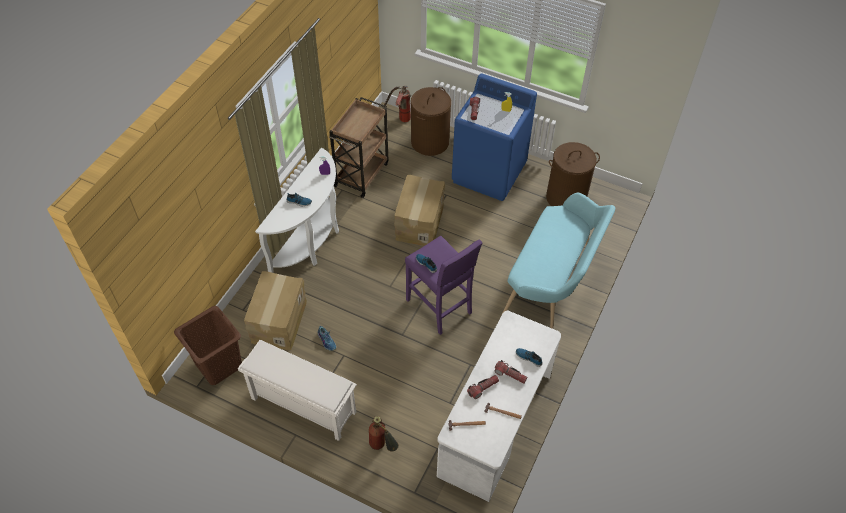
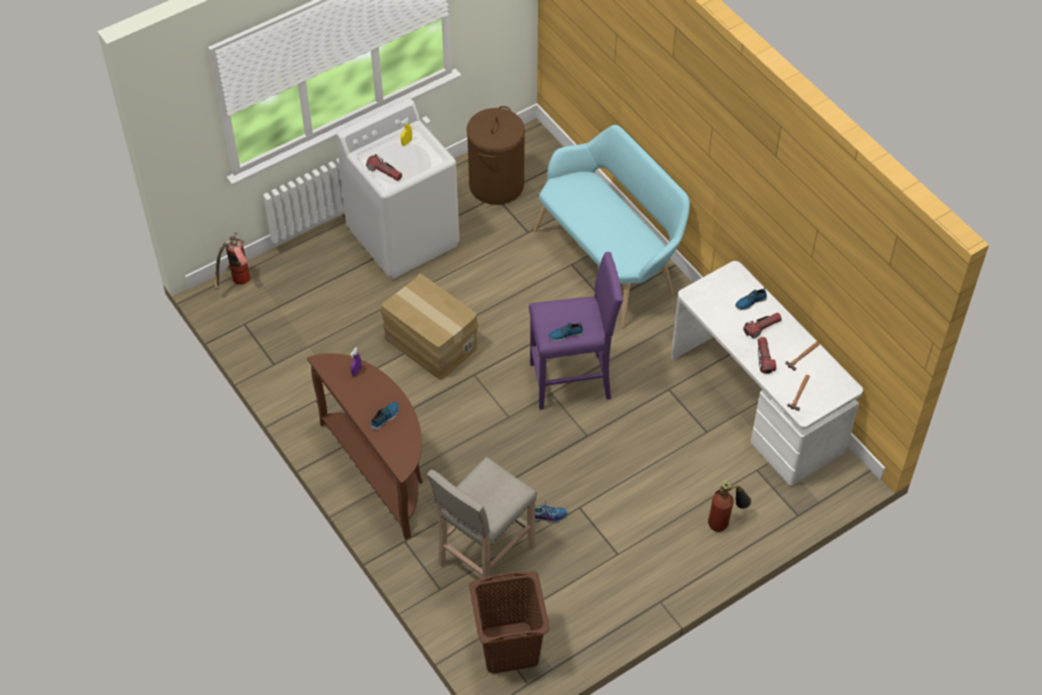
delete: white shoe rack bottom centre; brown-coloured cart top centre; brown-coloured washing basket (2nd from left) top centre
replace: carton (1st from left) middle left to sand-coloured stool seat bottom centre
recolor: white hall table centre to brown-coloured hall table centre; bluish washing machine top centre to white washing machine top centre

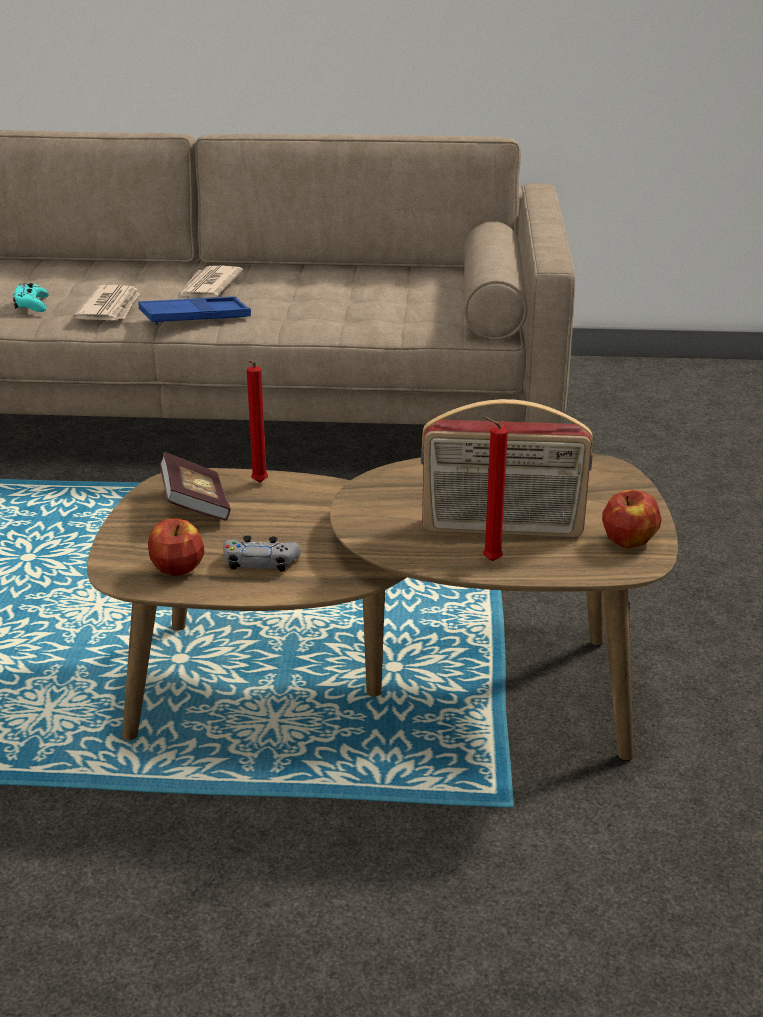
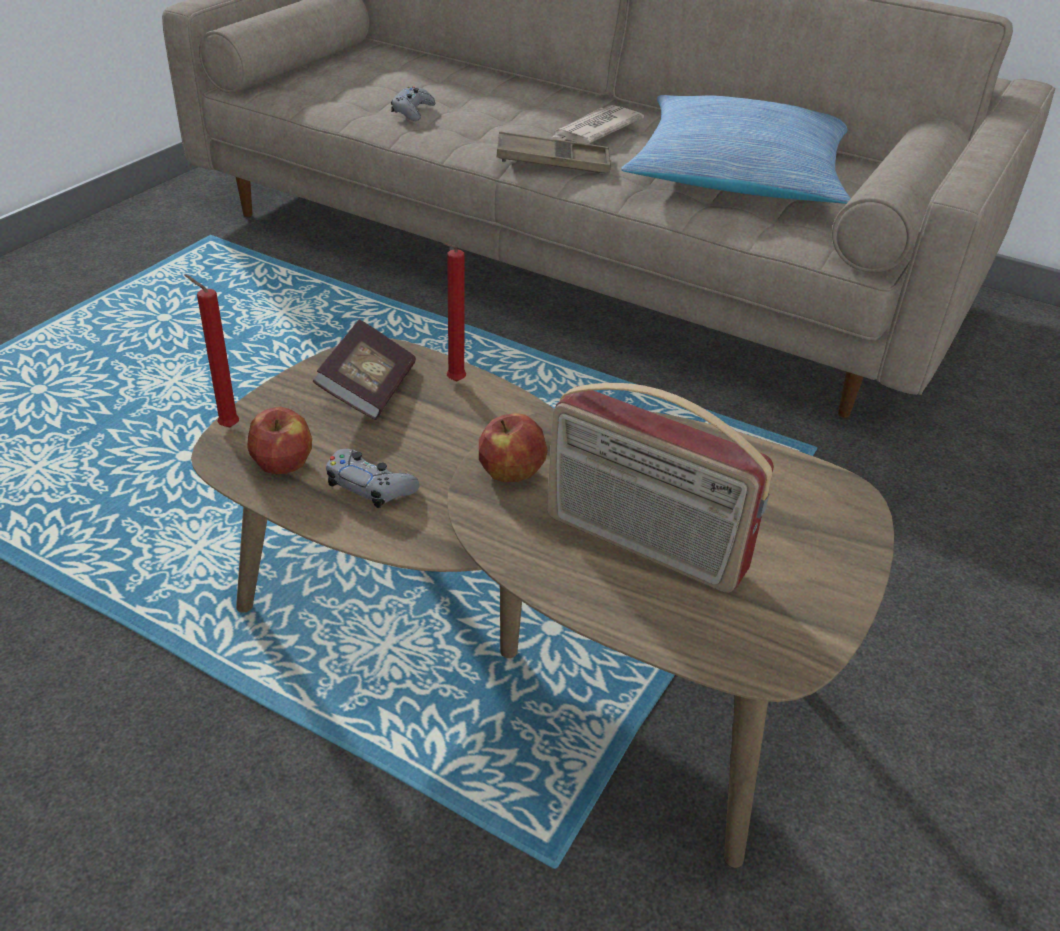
delete: daily paper (1st from left) top left
insert: cushion top right
move: red-coloured candle (2nd from left in the first image) centre to red-coloured candle (1st from left) middle left; apple fruit (2nd from left) middle right to centre
recolor: turquoise-coloured game controller top left to gray game controller (2nd from left) top centre; bluish carrying tray top left to brown-coloured carrying tray top centre

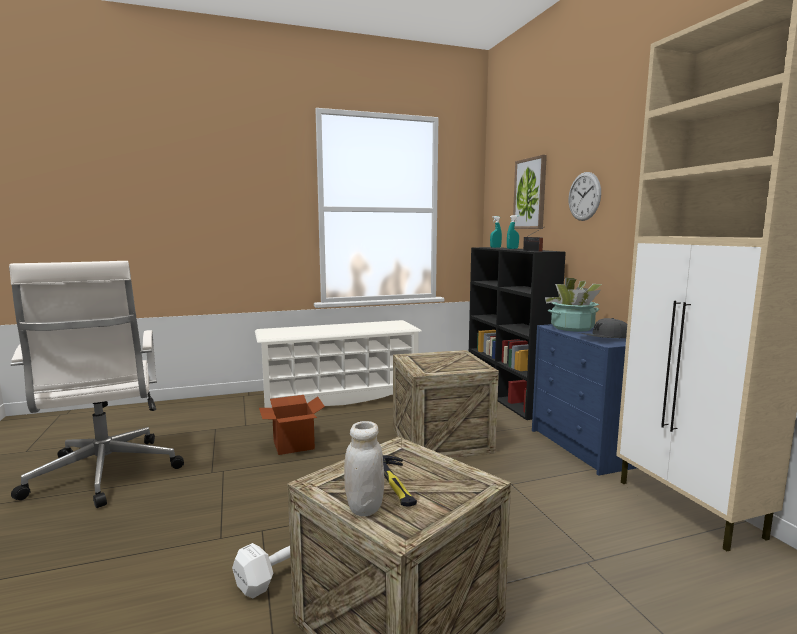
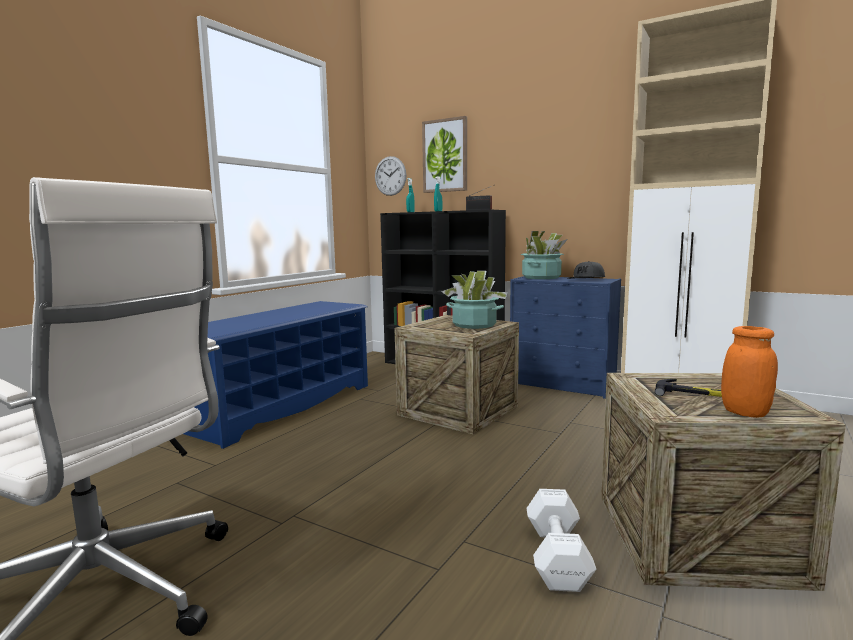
delete: carton bottom centre
insert: plant in a pot (1st from left) centre
move: hanging clock top right to top centre
recolor: white shoe rack centre to bluish shoe rack middle left; white storage jar bottom centre to orange storage jar middle right

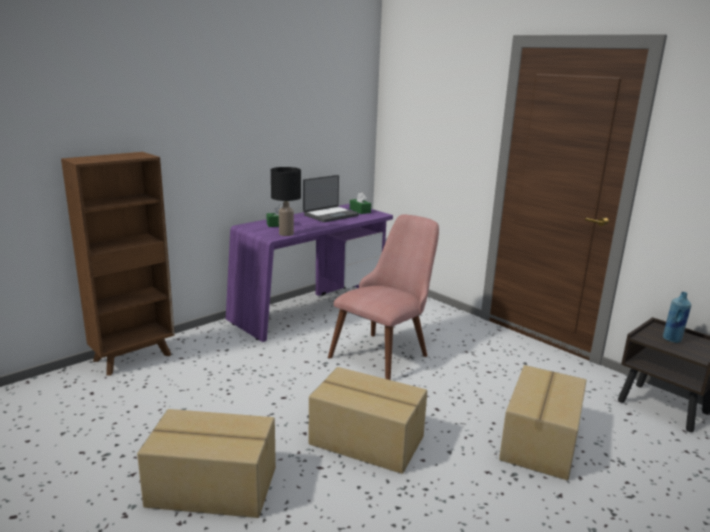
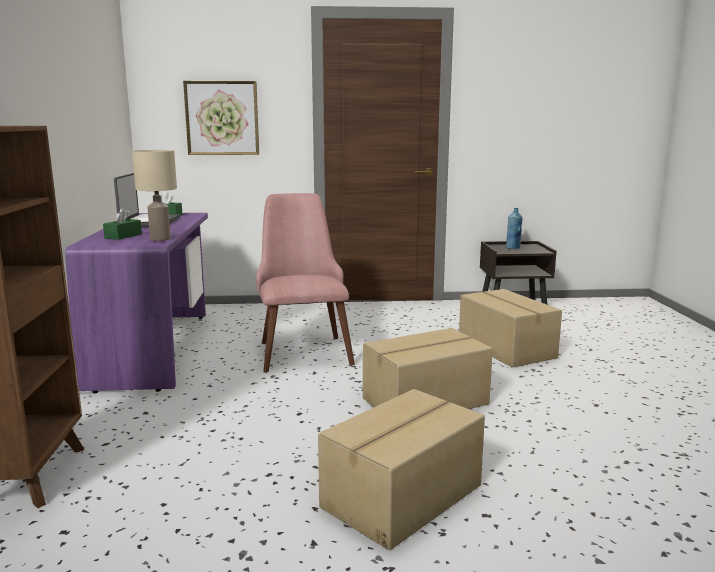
insert: wall picture top left
recolor: blackish tabletop lamp centre to sand-coloured tabletop lamp middle left

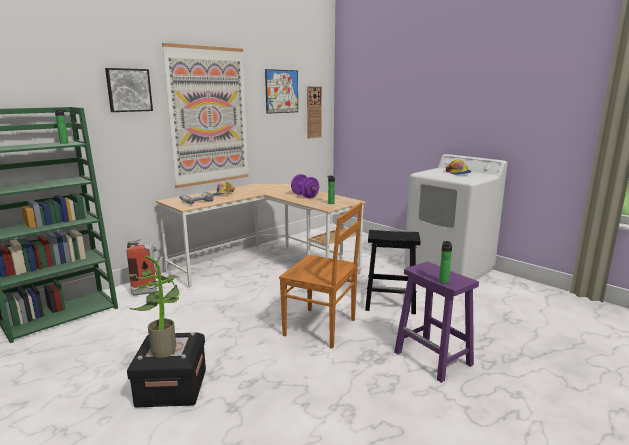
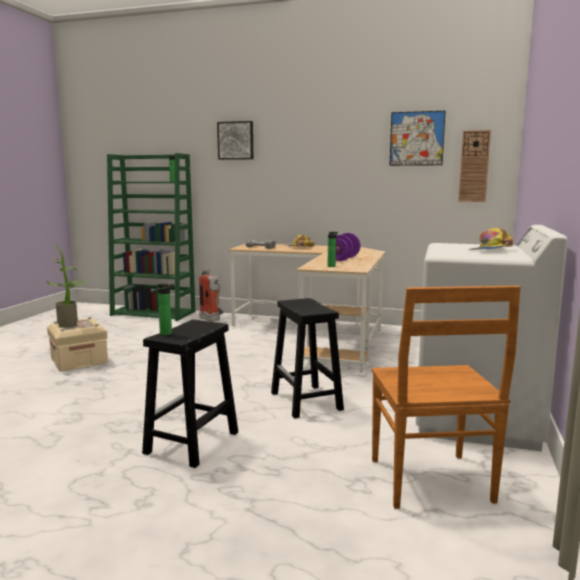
delete: wall picture (2nd from left) top left
move: brown-coloured plain chair centre to bottom right
recolor: blackish storage bin bottom left to sand-coloured storage bin middle left; purplish stool seat bottom right to blackish stool seat (1st from left) bottom left

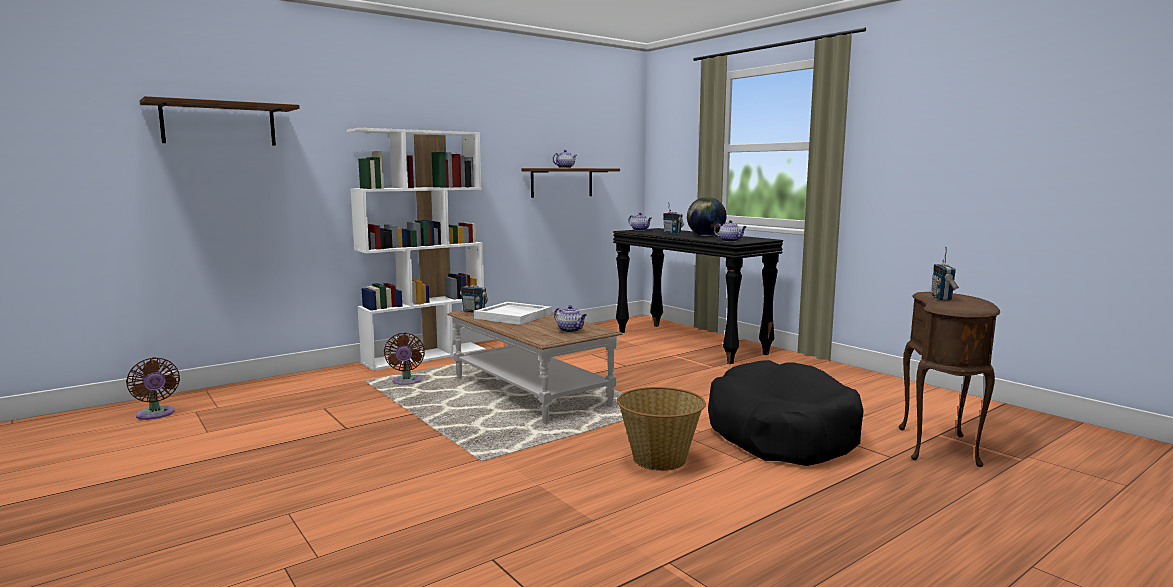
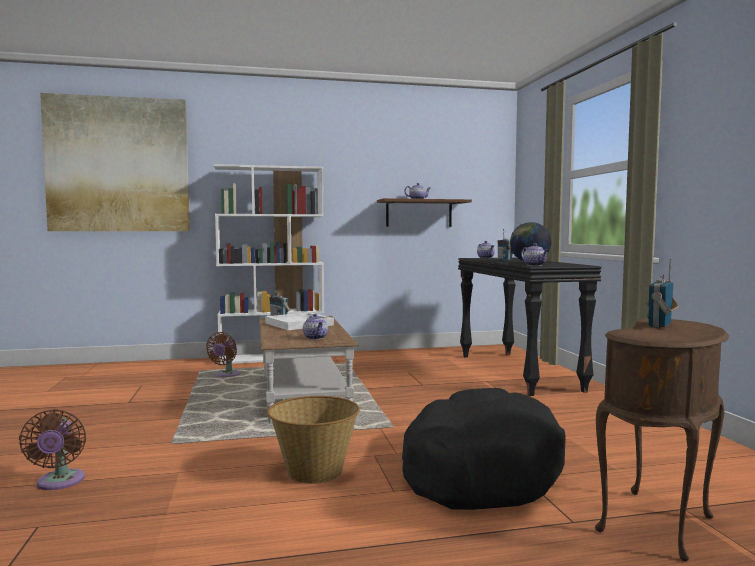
move: brown-coloured cooling fan (1st from left) middle left to bottom left
replace: brown-coloured bracket shelf (1st from left) top left to wall picture top left

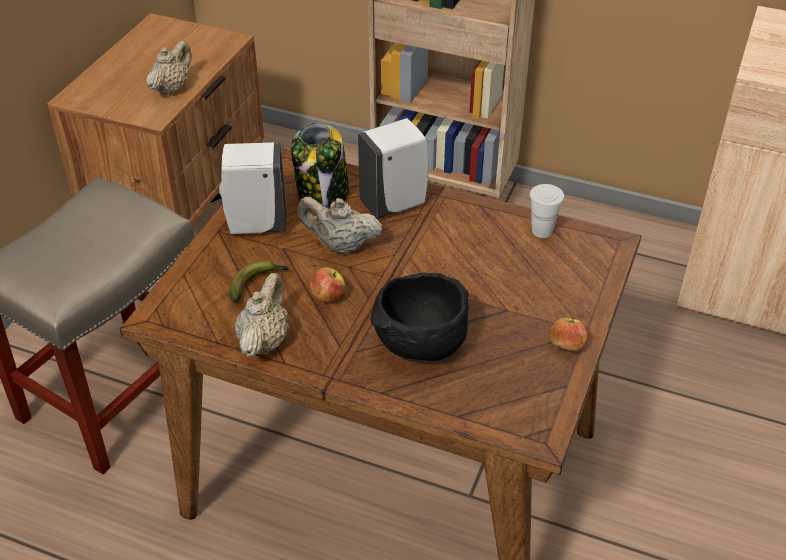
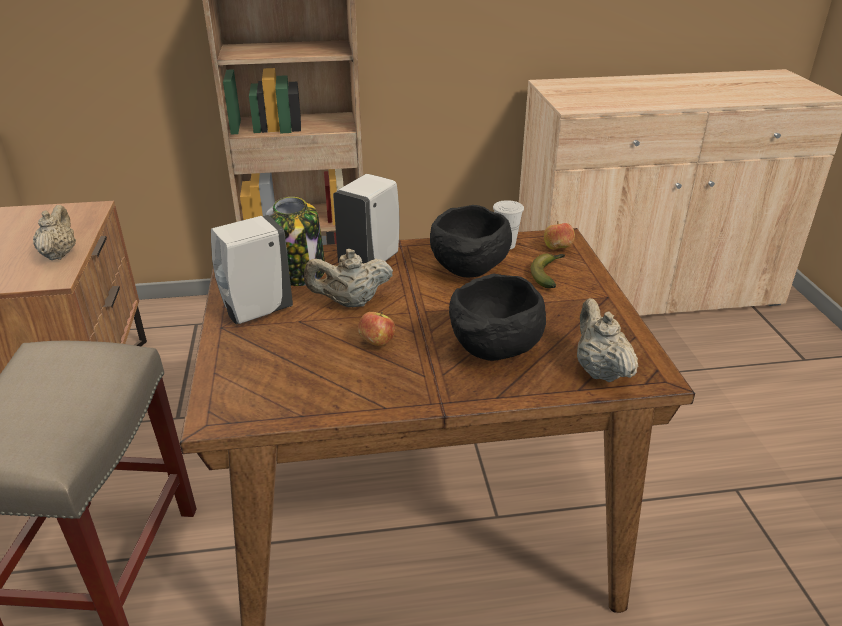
insert: blackish bowl (1st from left) centre
move: banana middle left to centre; sand-coloured tea pot (2nd from left in the first image) centre to sand-coloured tea pot (3rd from left) middle right; apple fruit (2nd from left) middle right to centre

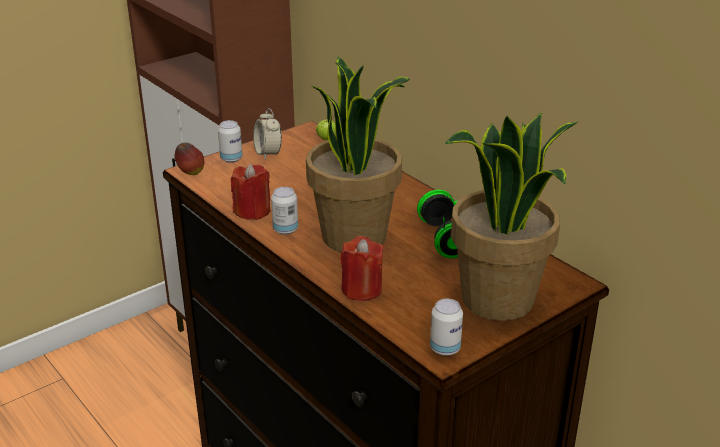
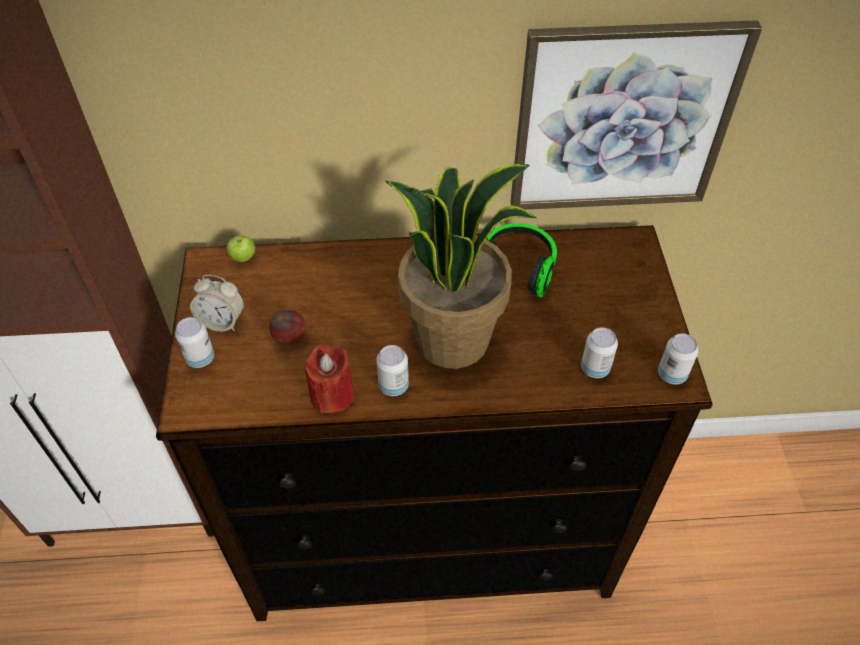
delete: red-coloured candle (2nd from left) centre; plant in a pot (2nd from left) middle right
insert: wall picture top right; metal can (3rd from left) middle right
move: apple fruit (1st from left in the first image) middle left to apple fruit (2nd from left) centre

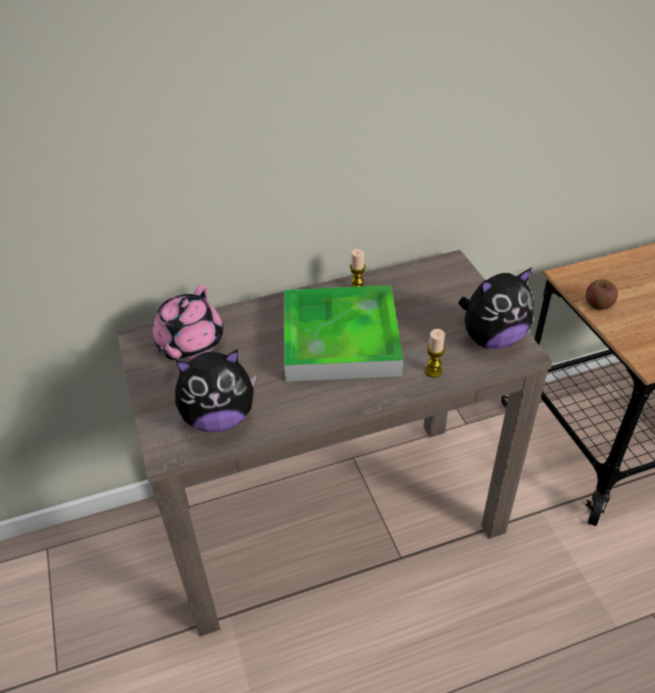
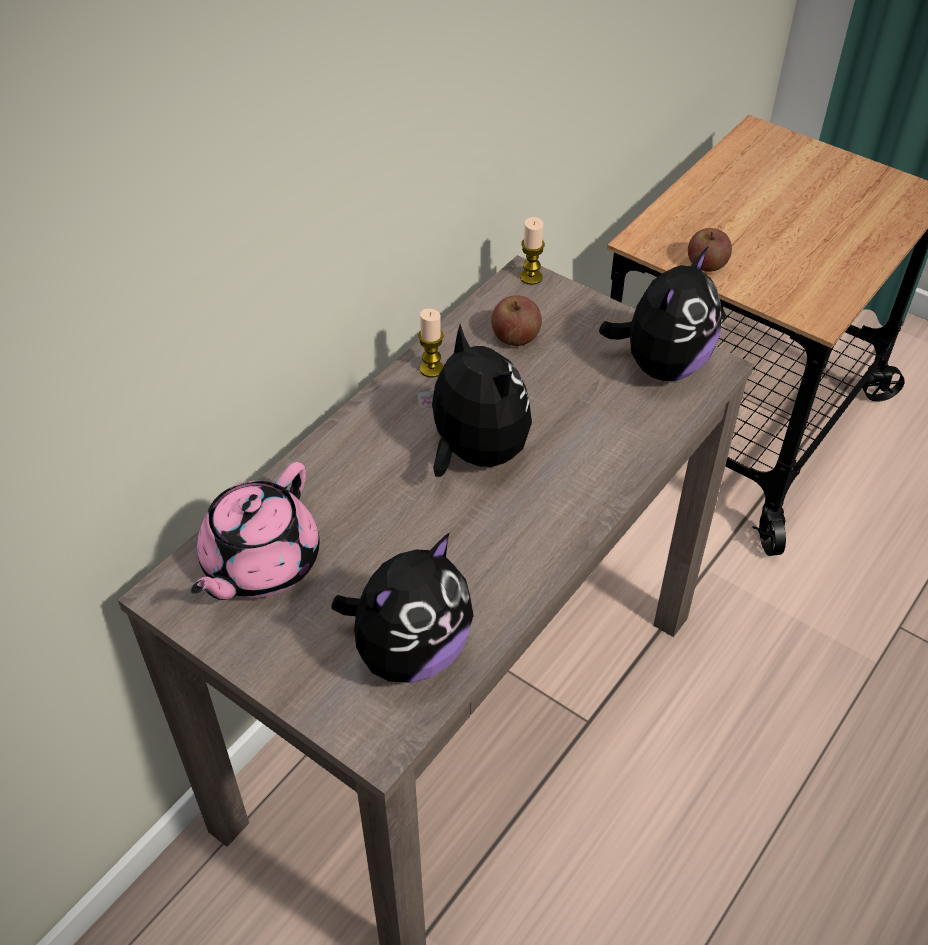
insert: apple fruit (1st from left) centre
move: candle (2nd from left) centre to top centre
replace: carrying tray centre to cuddly toy (2nd from left) centre
rotate: pink tea pot middle left = middle left 45 degrees clockwise

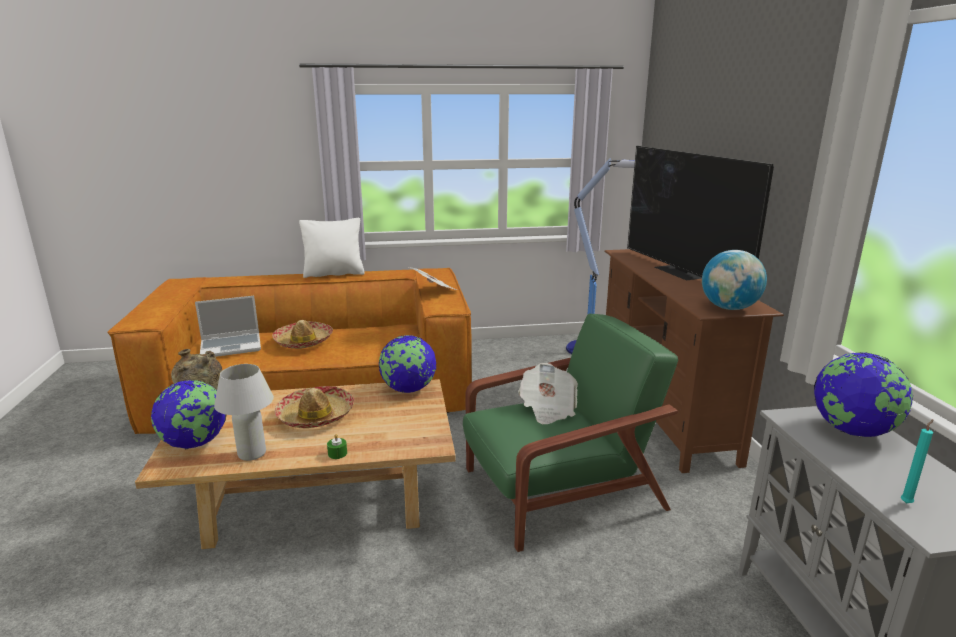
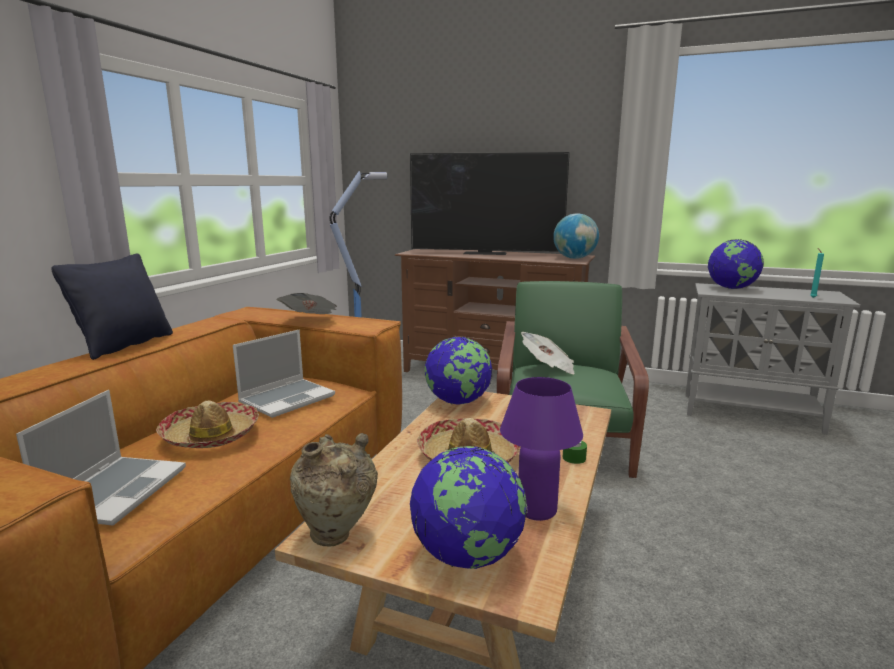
insert: portable computer (2nd from left) middle left
recolor: white tabletop lamp middle left to purplish tabletop lamp bottom centre; white cushion centre to blackish cushion middle left

